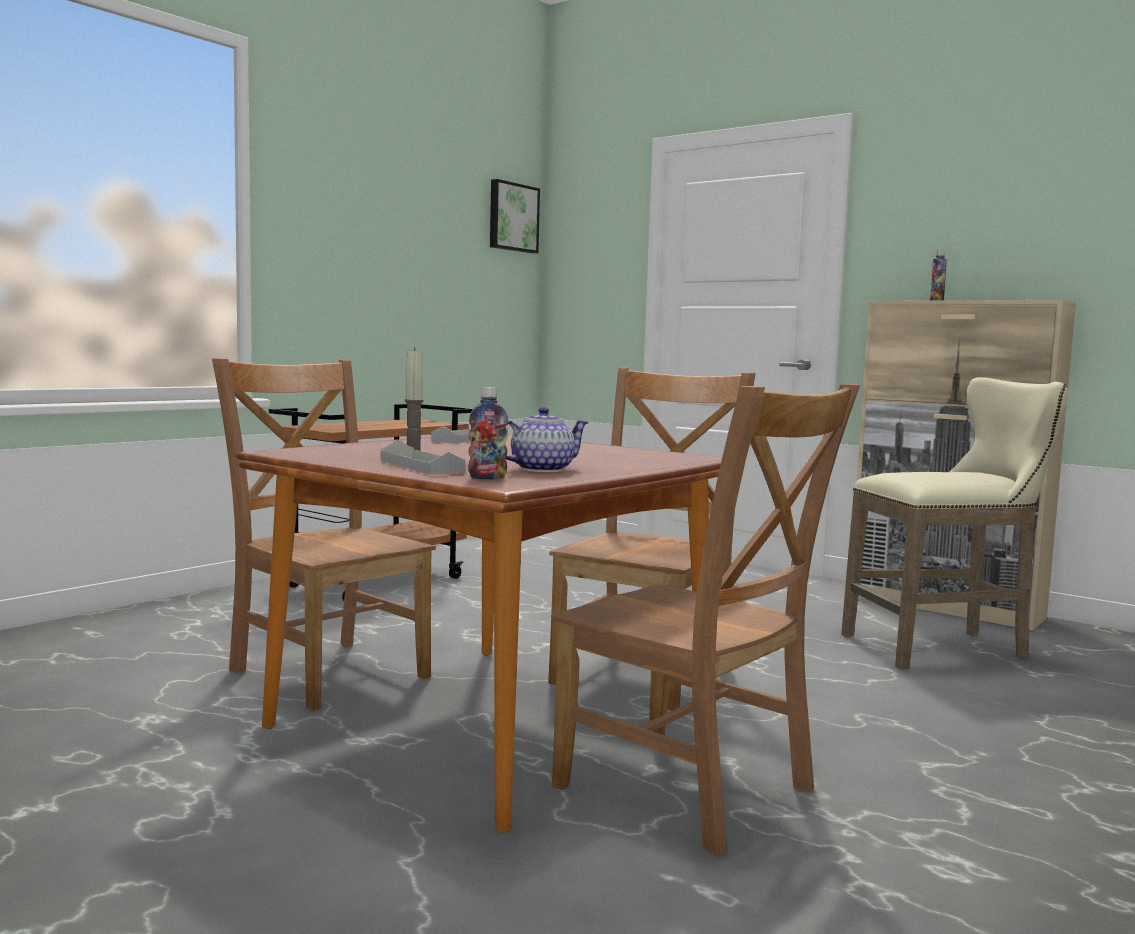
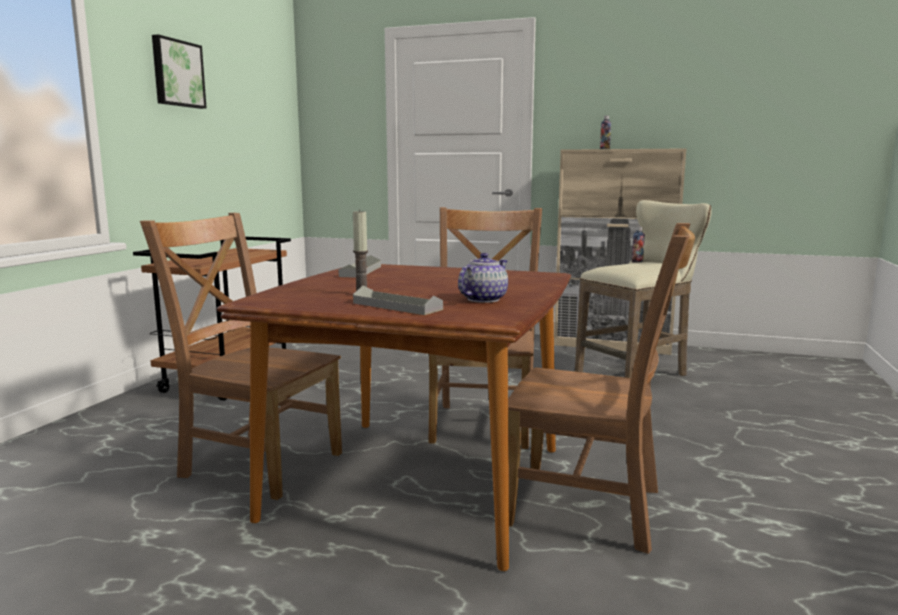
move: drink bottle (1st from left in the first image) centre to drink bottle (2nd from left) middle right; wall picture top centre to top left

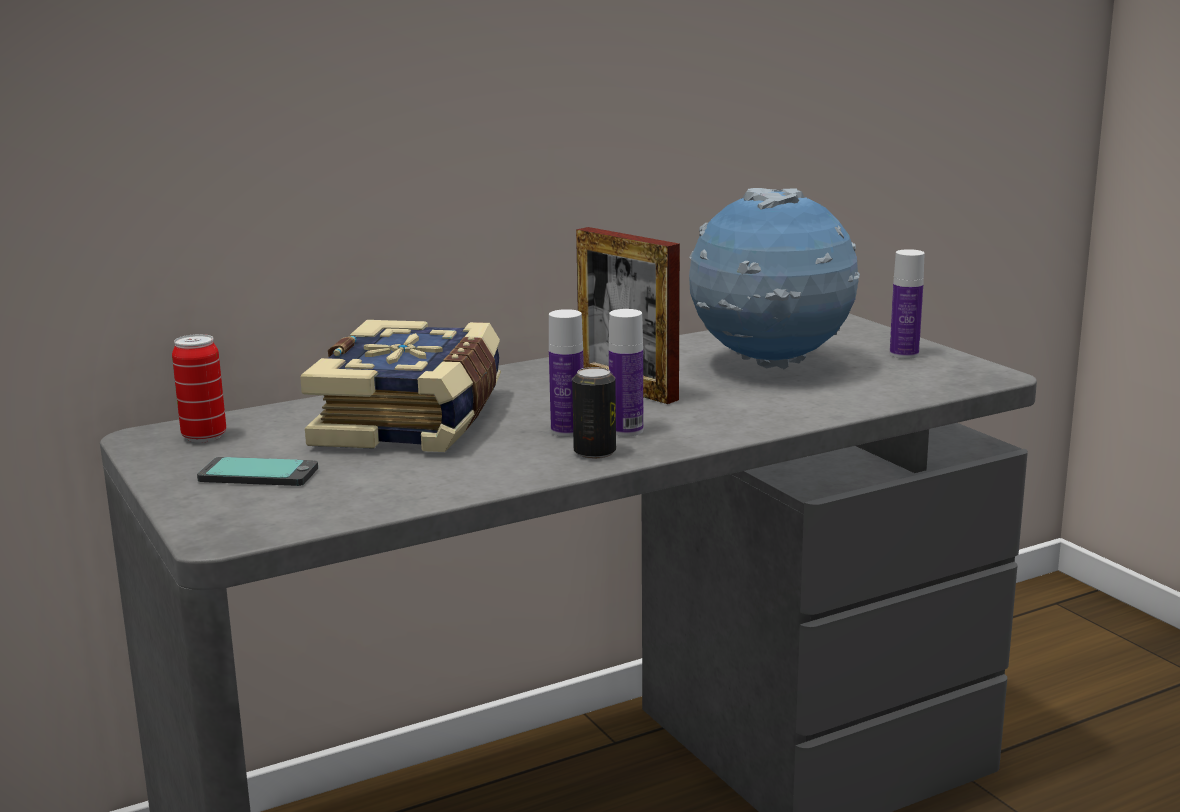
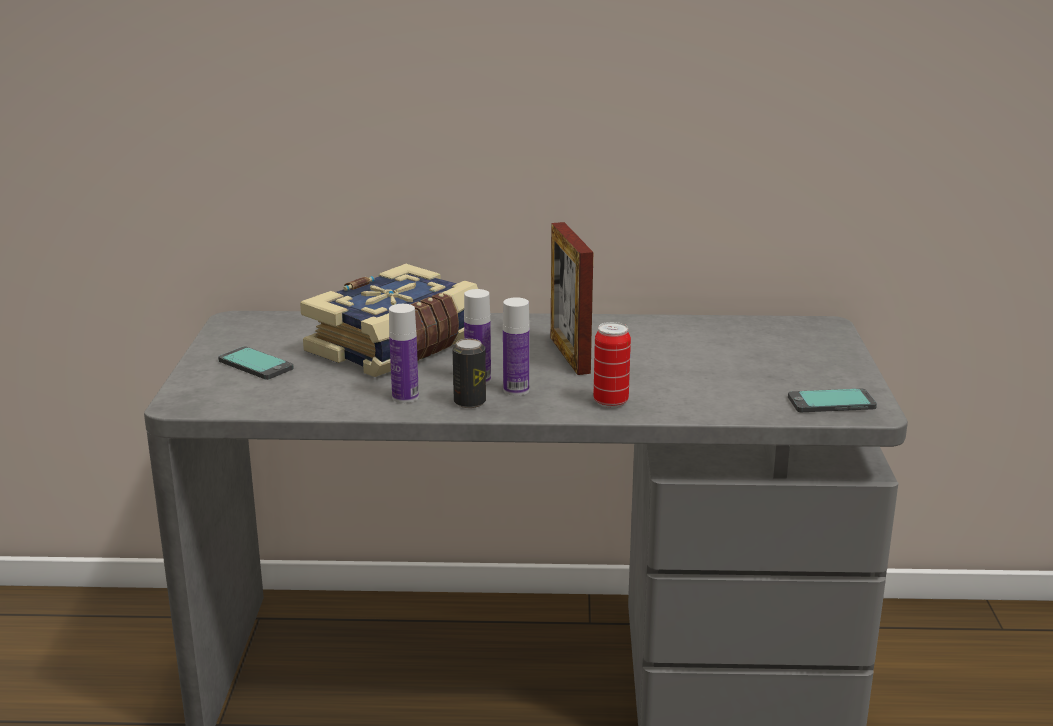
delete: desk globe centre
insert: telephone (2nd from left) middle right
move: metal can (1st from left in the first image) middle left to metal can (2nd from left) centre; drink bottle (3rd from left in the first image) middle right to drink bottle (1st from left) centre

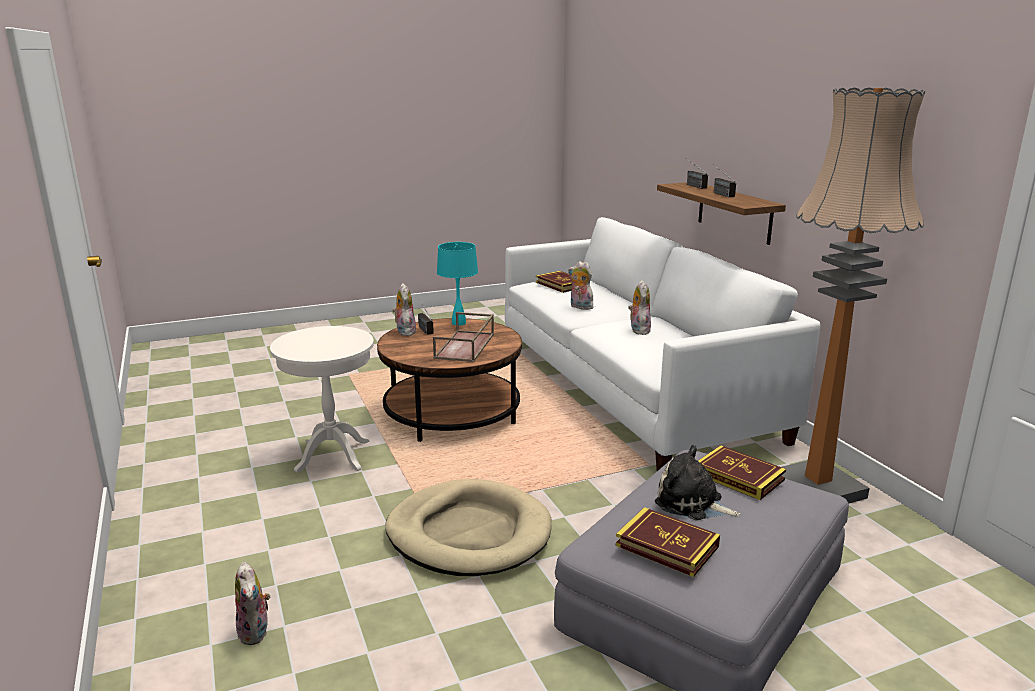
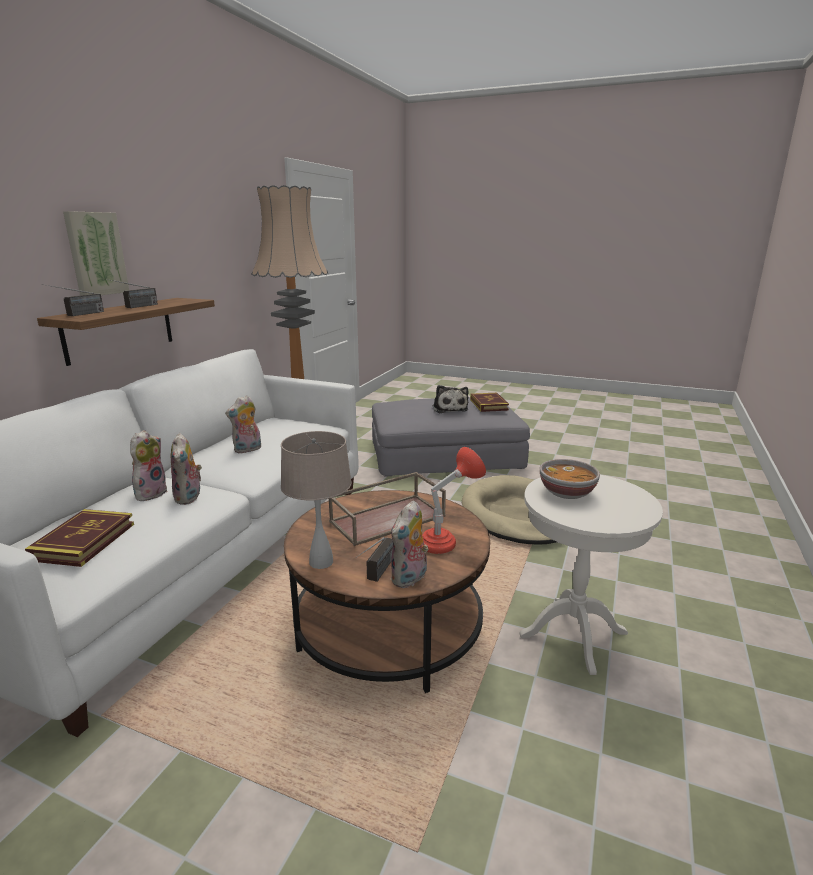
delete: volume (3rd from left) bottom right
insert: wall picture top left; red-coloured tabletop lamp centre; bowl middle right
move: cuddly toy (1st from left) bottom left to middle left
recolor: turquoise-coloured tabletop lamp centre to sand-coloured tabletop lamp centre

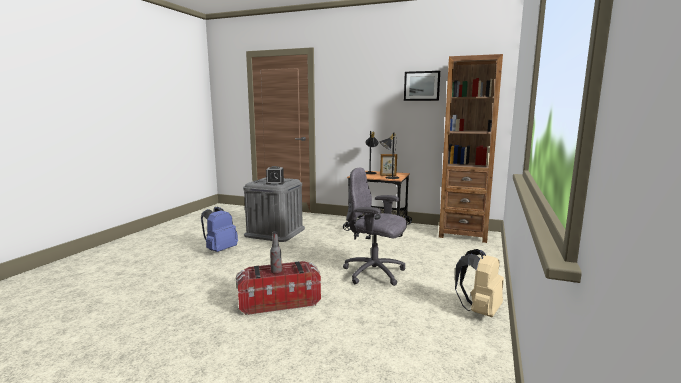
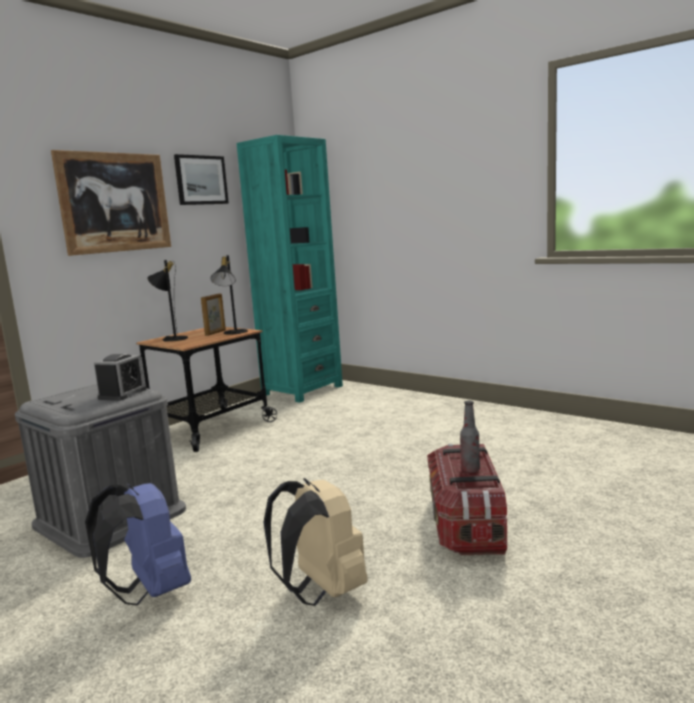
delete: gray desk chair centre
insert: wall picture (1st from left) top left
move: sand-coloured backpack bottom right to bottom centre
recolor: brown-coloured shelving unit middle right to turquoise-coloured shelving unit centre

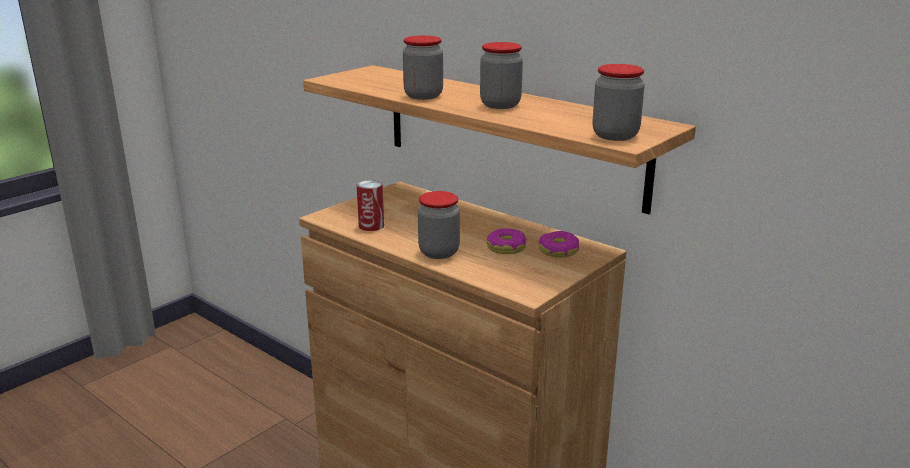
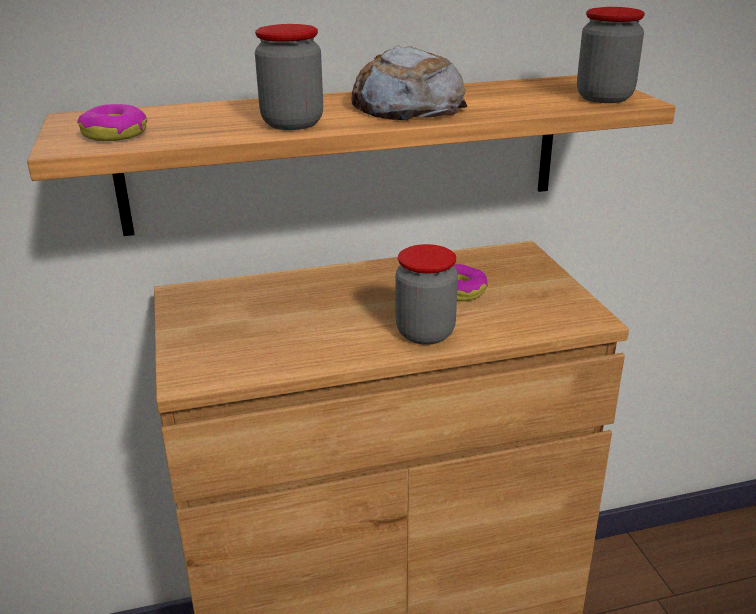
delete: metal can centre
move: donut (2nd from left in the first image) centre to donut (1st from left) top left
replace: storage jar (3rd from left) top centre to bread top centre

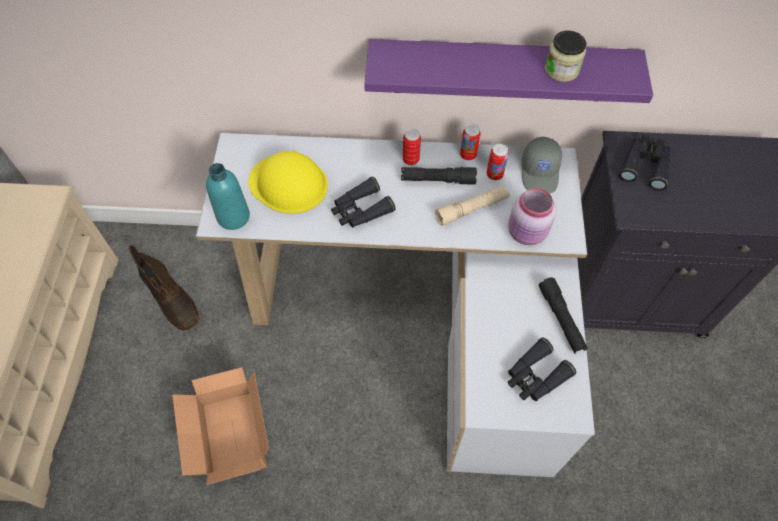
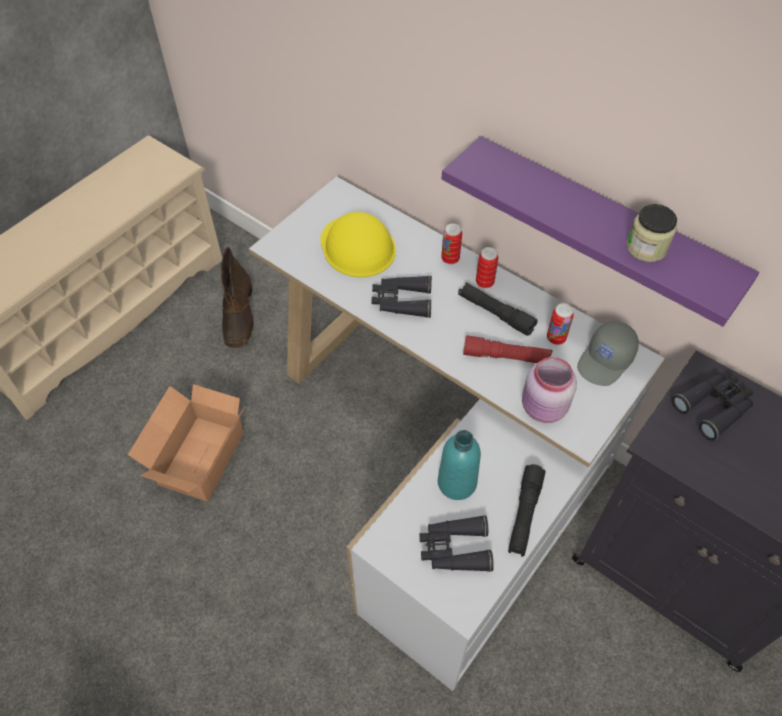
move: turquoise-coloured drink bottle middle left to centre; metal can (2nd from left in the first image) top centre to metal can (1st from left) centre
recolor: sand-coloured torch centre to red-coloured torch centre

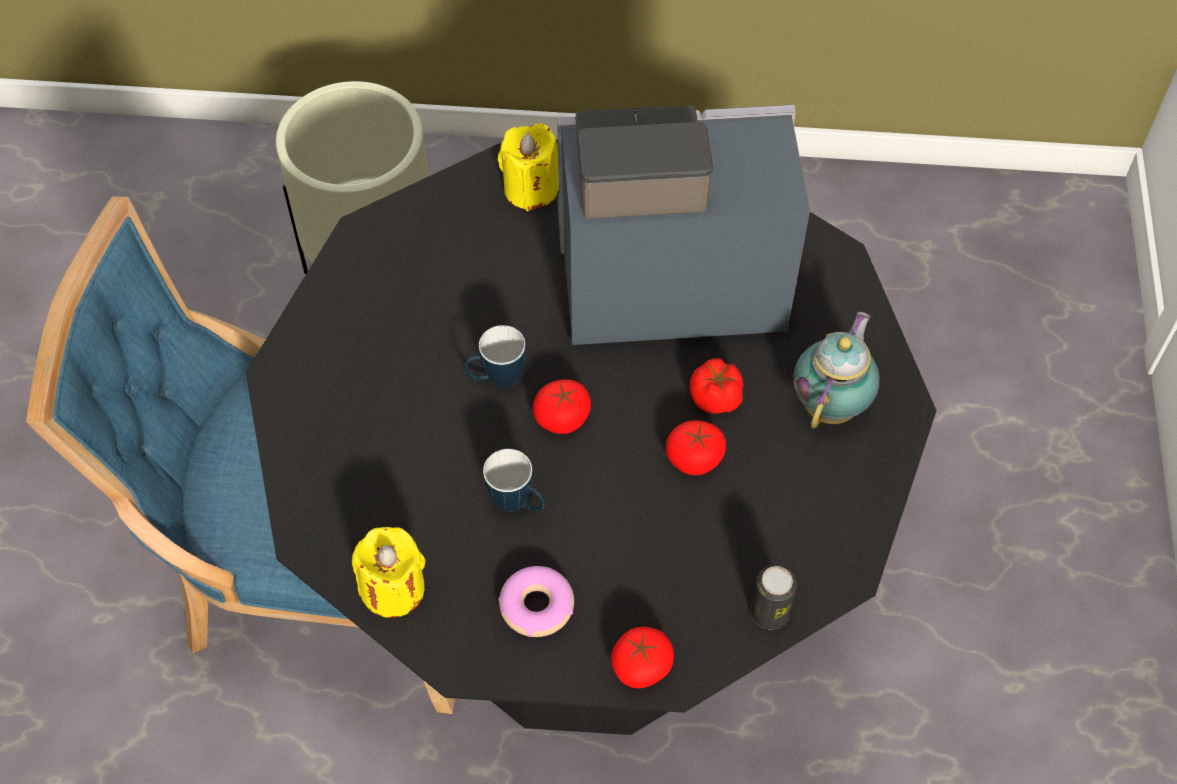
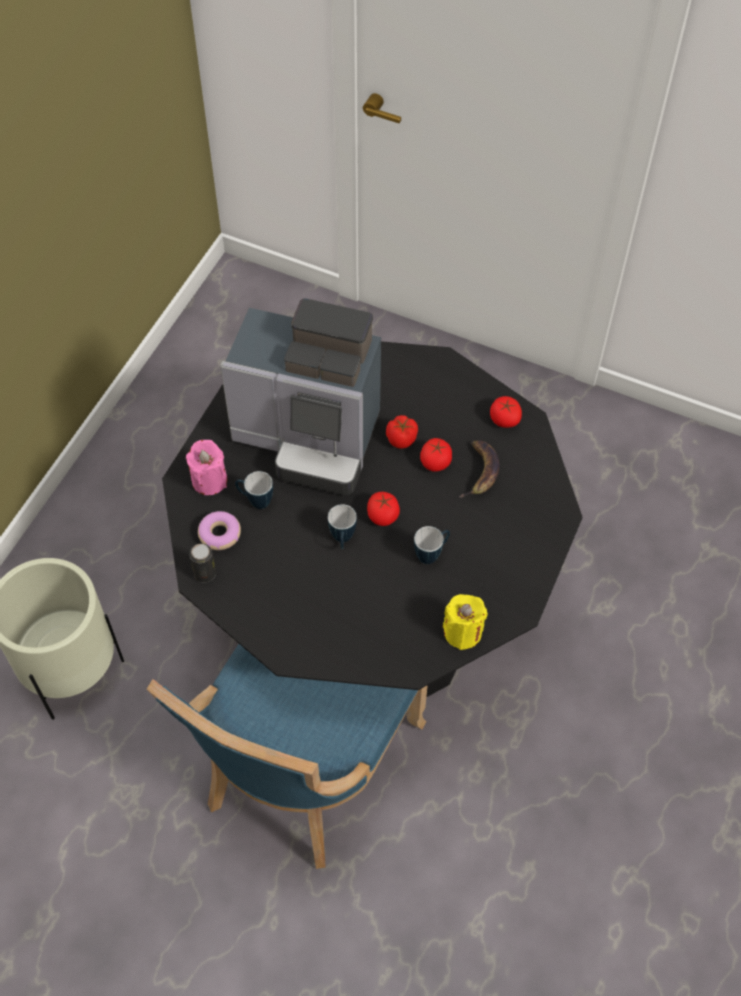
delete: tea pot middle right
insert: tea mug (1st from left) centre; banana centre
move: donut bottom centre to middle left; fresh tomato (2nd from left in the first image) bottom centre to fresh tomato (4th from left) middle right; metal can bottom centre to middle left
recolor: yellow candle (2nd from left) top centre to pink candle middle left
rotate: coffee brewer top centre = centre 90 degrees counterclockwise

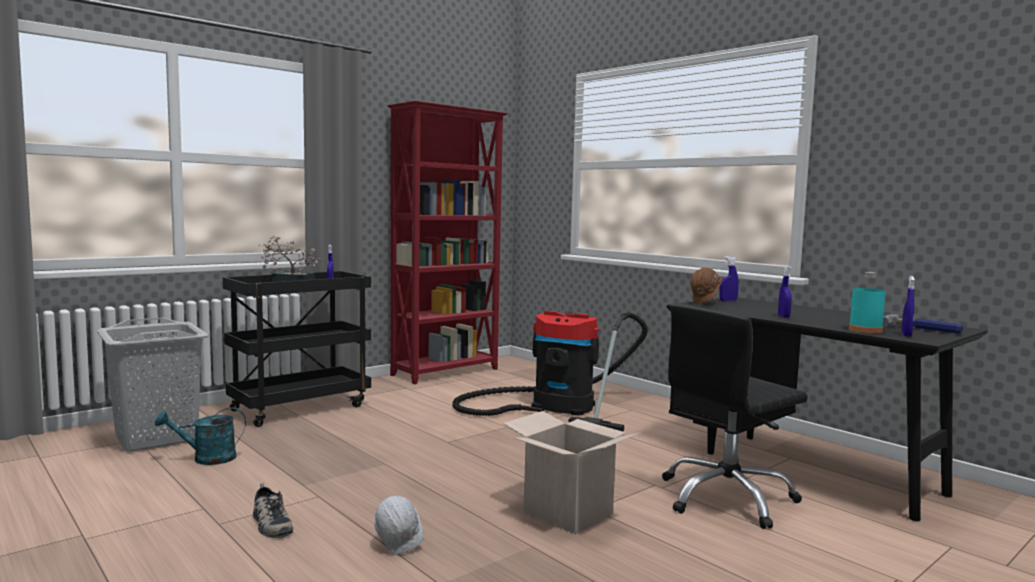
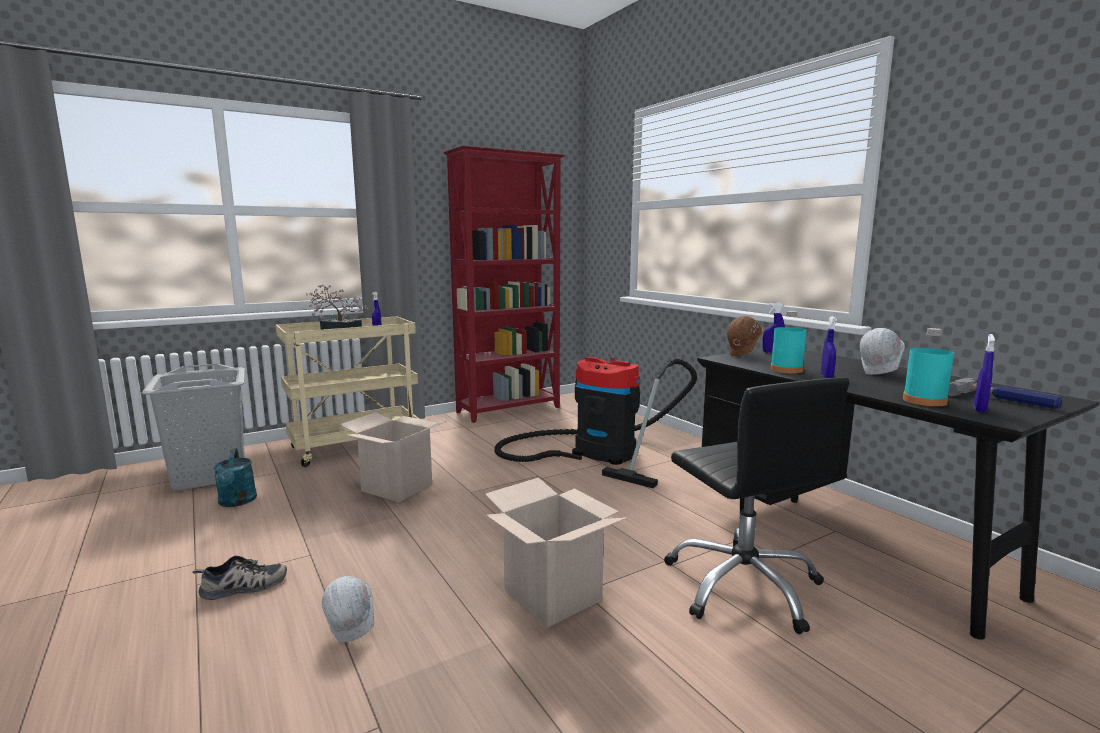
insert: carton (1st from left) centre; turquoise-coloured drink bottle (1st from left) middle right; white hard hat (2nd from left) middle right
recolor: blackish cart middle left to sand-coloured cart middle left
rotate: turquoise-coloured sprinkling can bottom left = middle left 105 degrees counterclockwise; item of footwear bottom left = bottom left 90 degrees counterclockwise; blackish desk chair bottom right = bottom right 90 degrees counterclockwise

